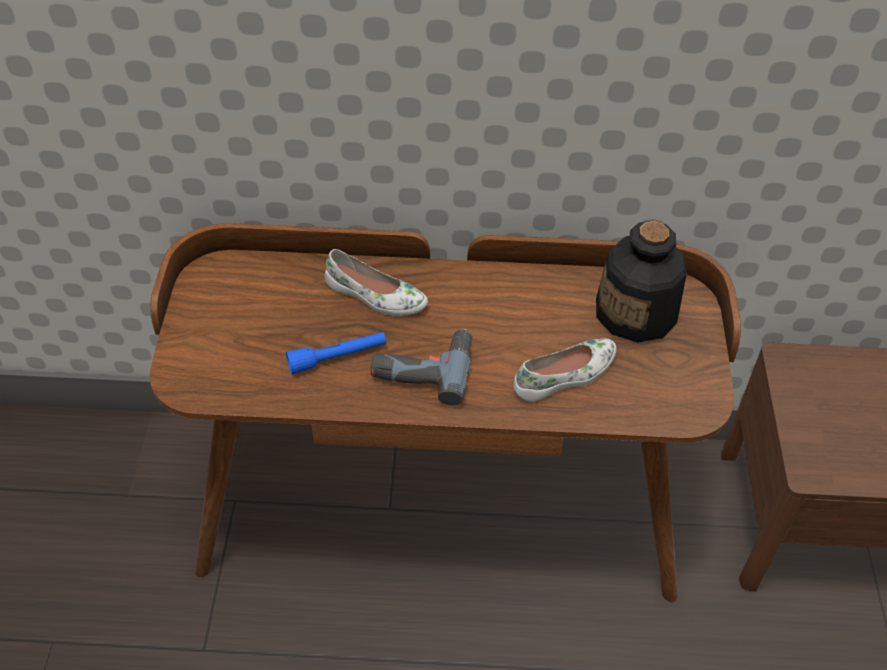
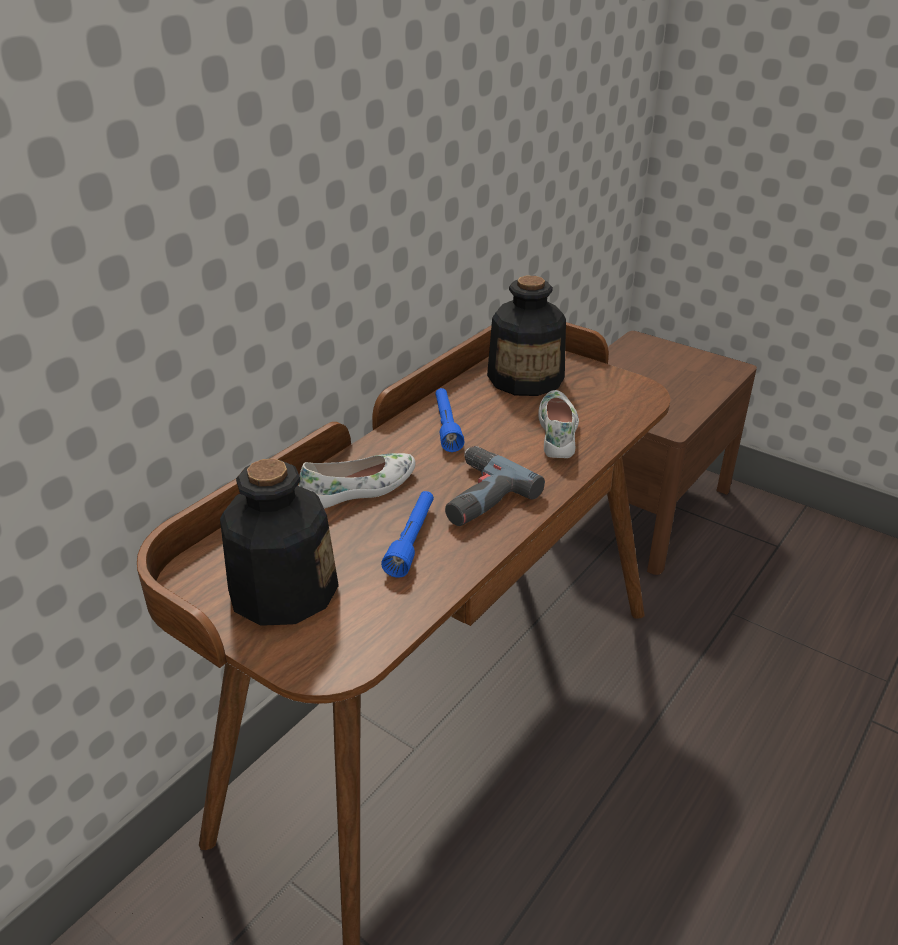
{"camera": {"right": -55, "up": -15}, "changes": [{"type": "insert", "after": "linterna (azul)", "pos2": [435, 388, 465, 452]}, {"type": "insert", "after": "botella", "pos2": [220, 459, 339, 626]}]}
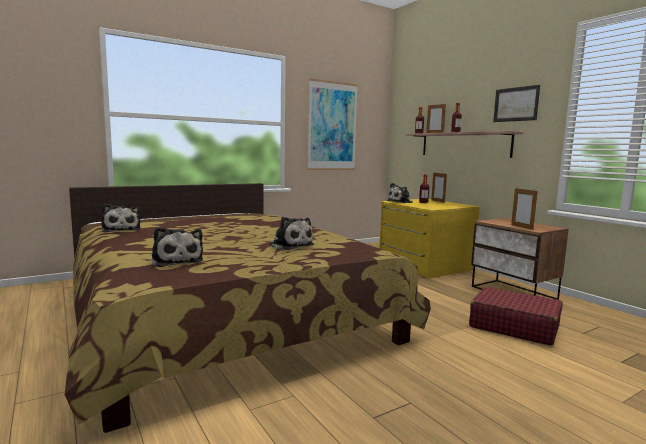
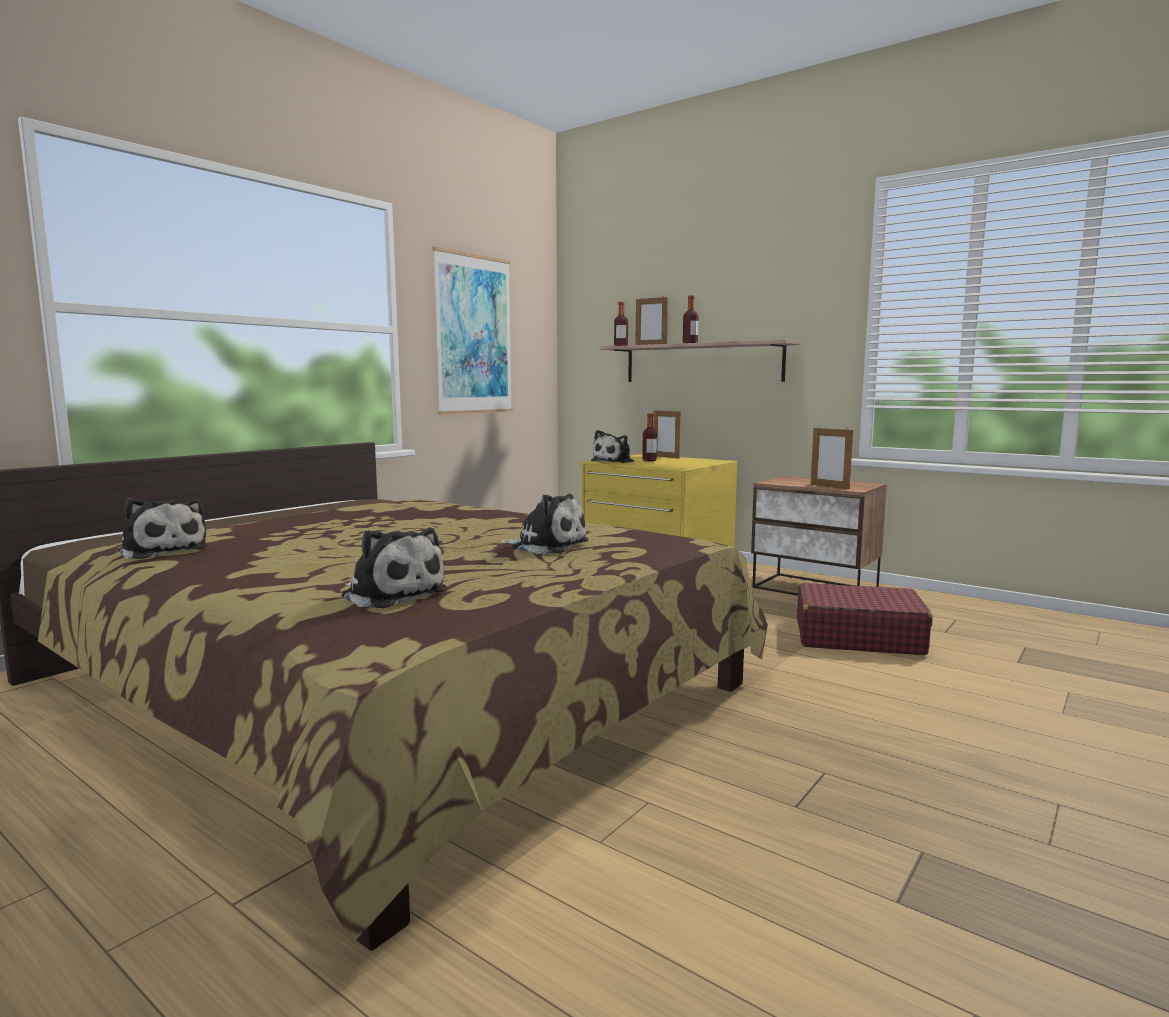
{"camera": {"right": -20, "up": 0}, "changes": [{"type": "delete", "before": "cuadro", "pos1": [493, 85, 540, 122]}]}
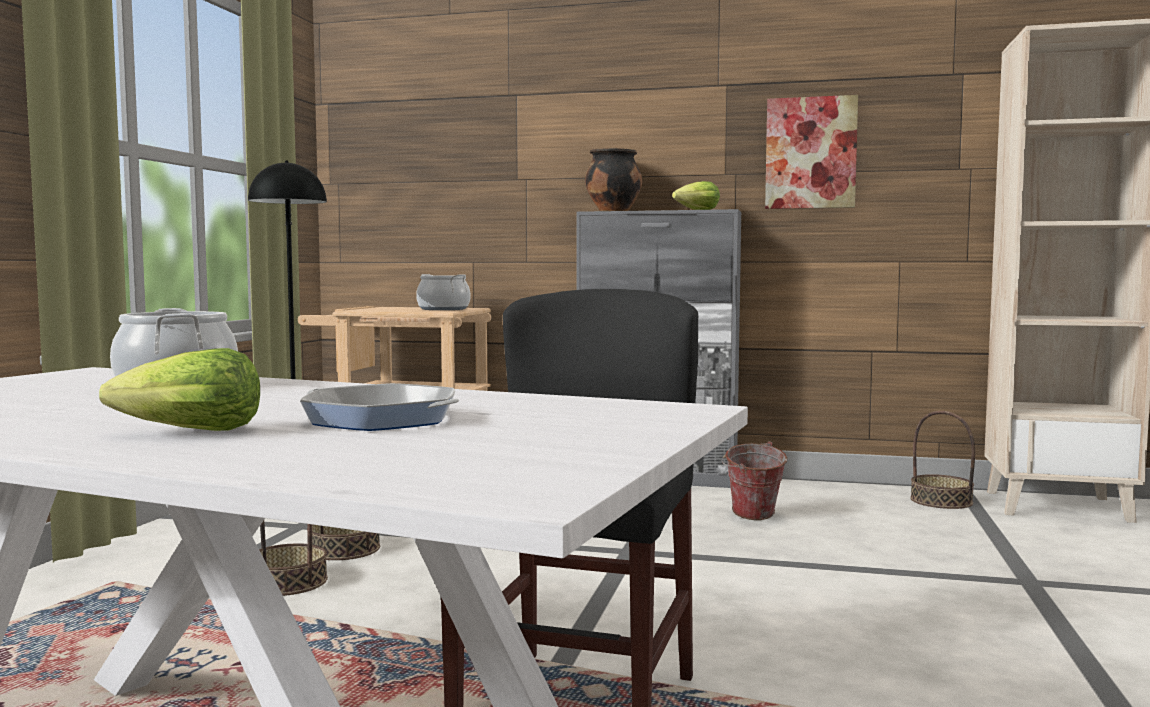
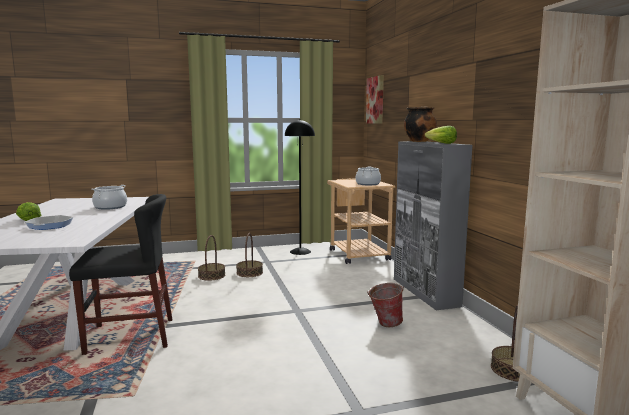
{"camera": {"right": 60, "up": 5}, "changes": [{"type": "move", "before": "cuadro", "pos1": [765, 95, 858, 209], "pos2": [366, 75, 384, 123]}]}
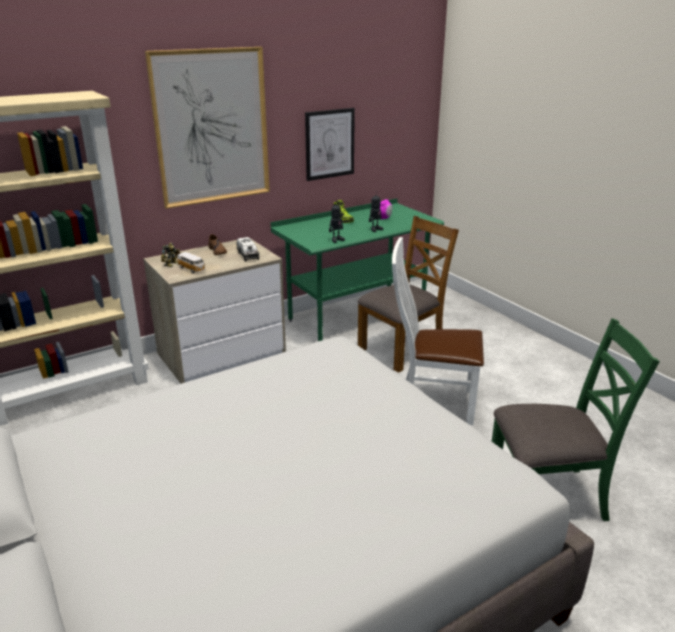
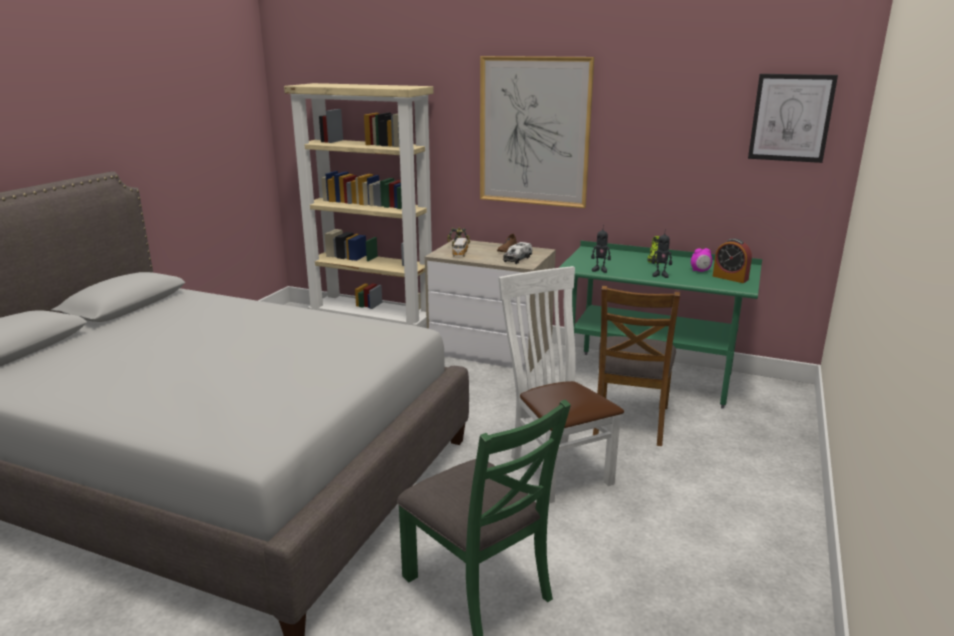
{"camera": {"right": 55, "up": -5}, "changes": [{"type": "move", "before": "cuadro", "pos1": [305, 108, 355, 181], "pos2": [748, 74, 838, 163]}, {"type": "rotate", "before": "silla (marrón)", "pos1": [358, 216, 459, 373], "pos2": [593, 286, 680, 446], "turn": 90}, {"type": "insert", "after": "despertador", "pos2": [713, 238, 752, 283]}]}
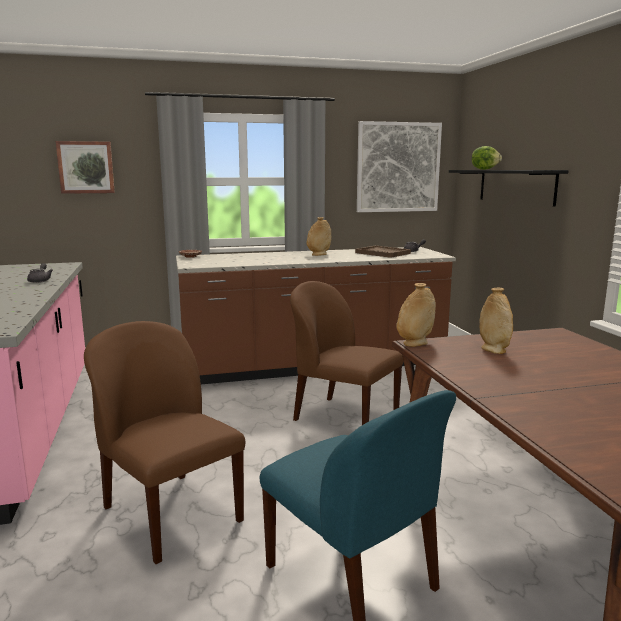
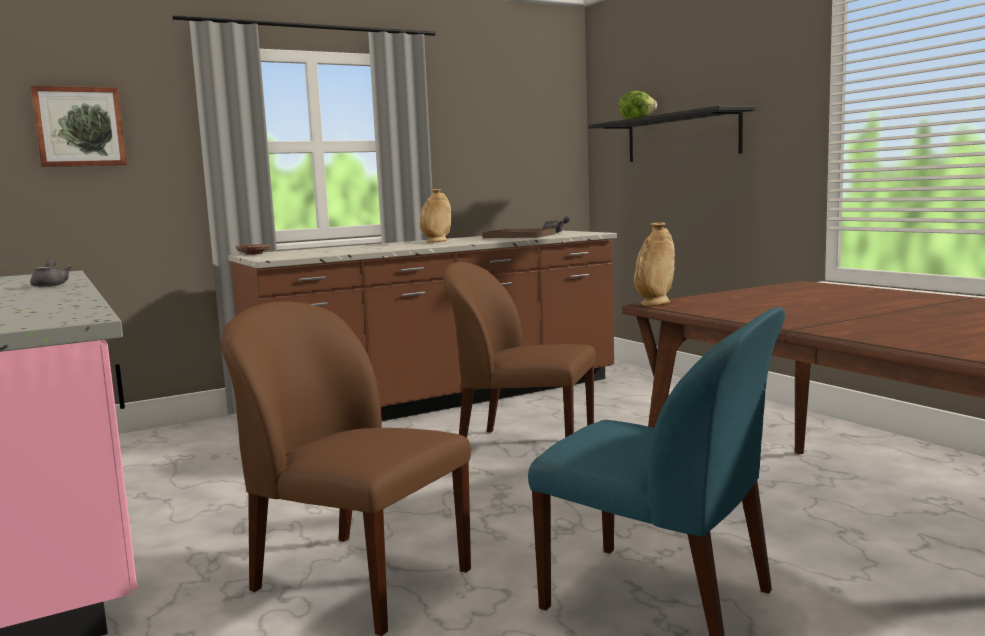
{"camera": {"right": -15, "up": -5}, "changes": [{"type": "delete", "before": "cuadro", "pos1": [357, 121, 442, 212]}, {"type": "delete", "before": "florero (beis)", "pos1": [480, 288, 513, 354]}]}
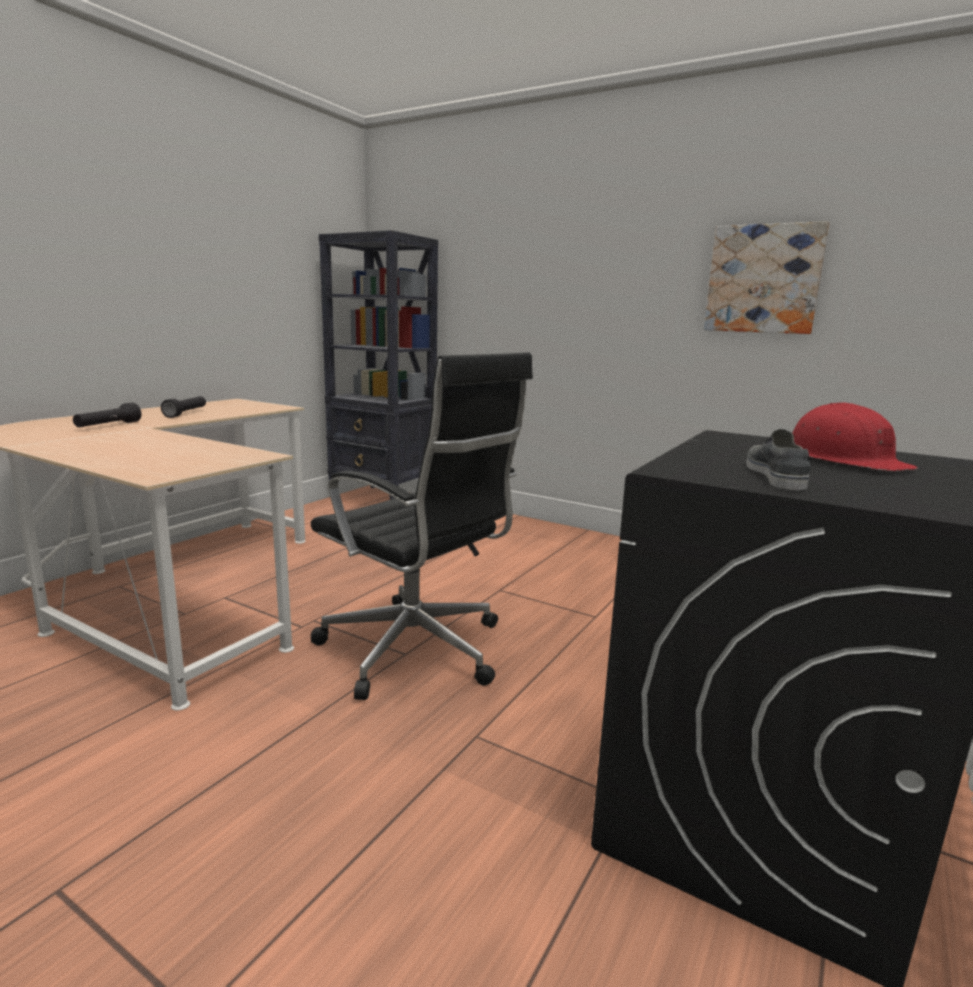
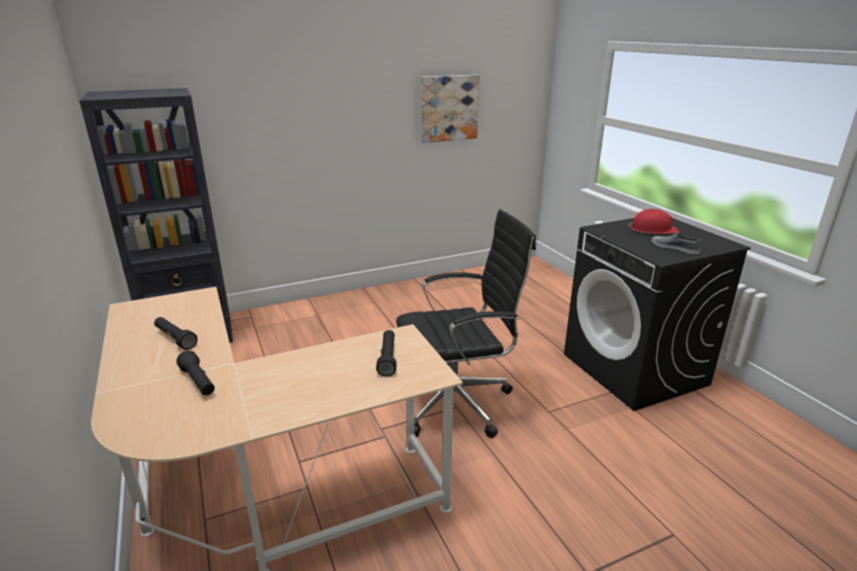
{"camera": {"right": -55, "up": 10}, "changes": [{"type": "insert", "after": "linterna (negro)", "pos2": [376, 330, 397, 377]}]}
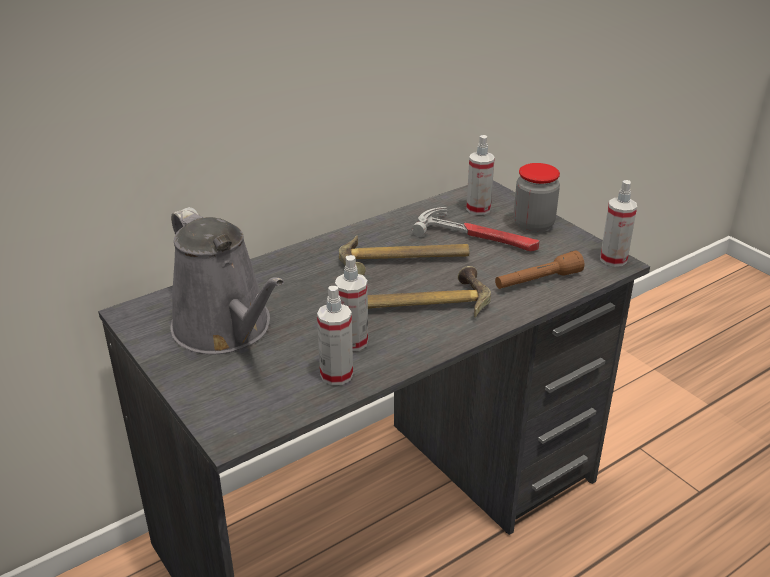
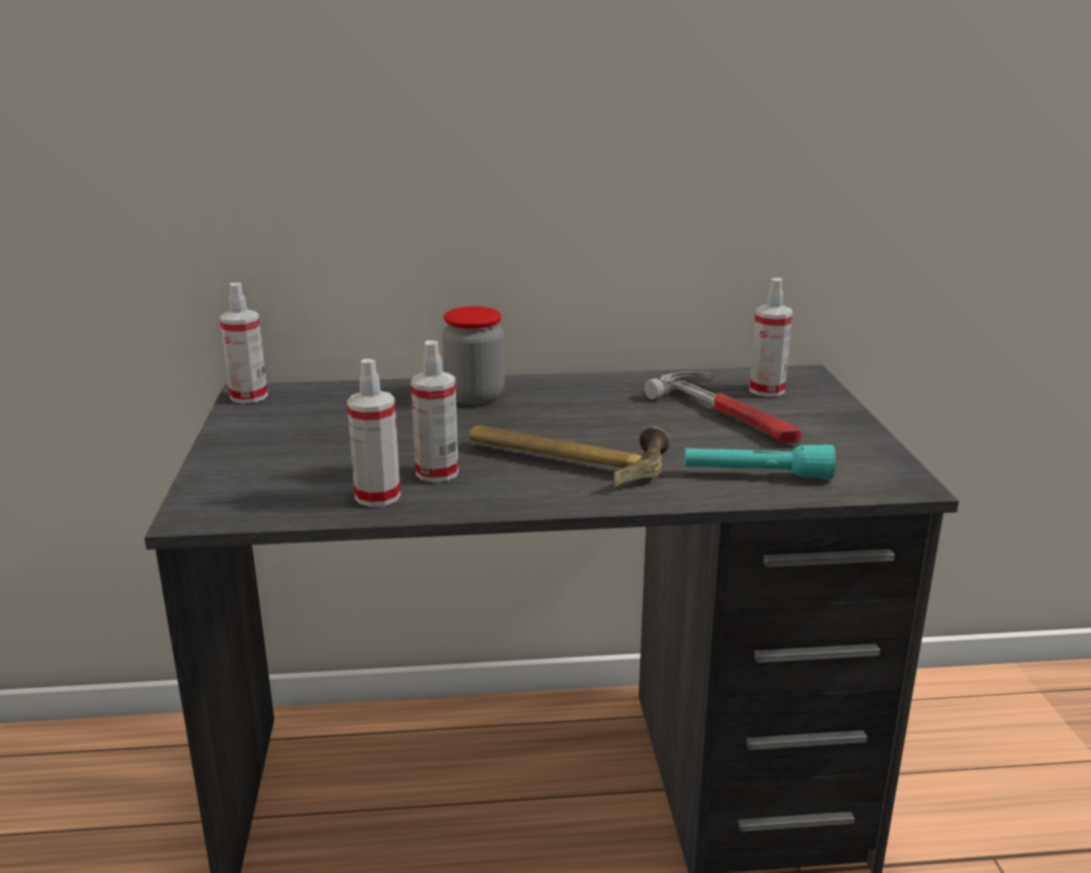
{"camera": {"right": 30, "up": -10}, "changes": [{"type": "move", "before": "tarro", "pos1": [514, 163, 560, 233], "pos2": [442, 306, 505, 405]}, {"type": "move", "before": "pulverizador", "pos1": [600, 180, 637, 267], "pos2": [220, 282, 268, 404]}, {"type": "delete", "before": "regadera (gris)", "pos1": [170, 207, 284, 355]}, {"type": "delete", "before": "martillo", "pos1": [339, 236, 469, 276]}, {"type": "recolor", "before": "linterna (marrón)", "after": "linterna (turquesa)", "pos1": [495, 251, 584, 289], "pos2": [684, 445, 836, 479]}]}
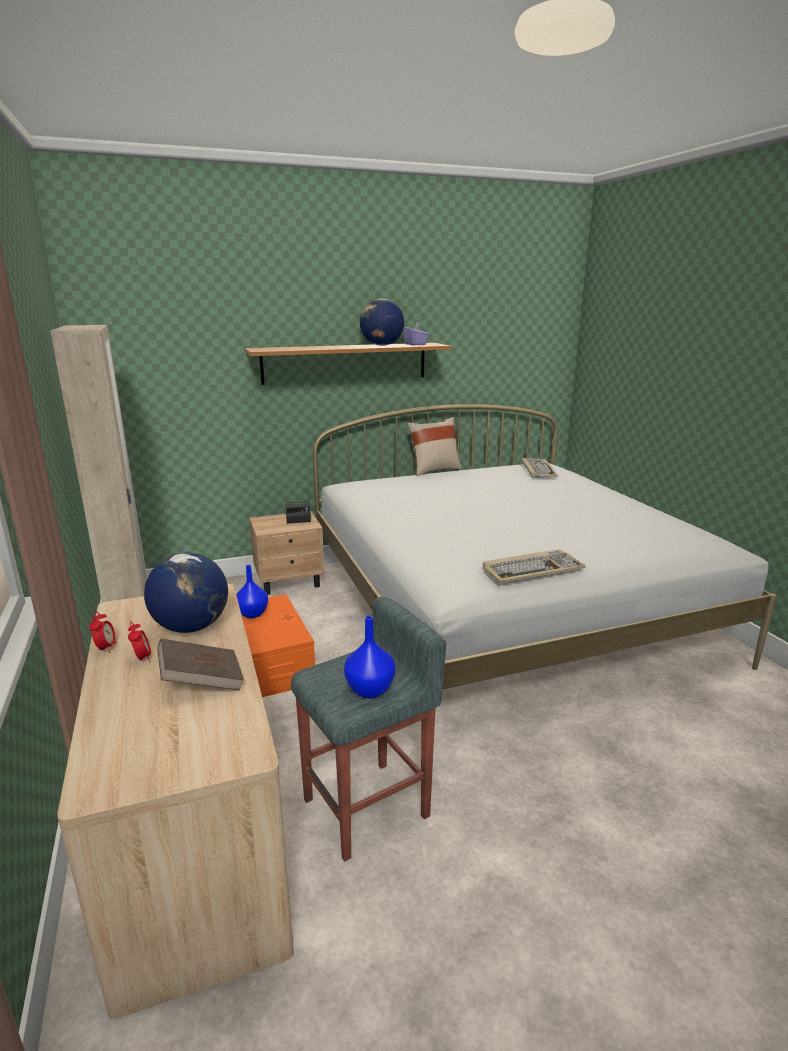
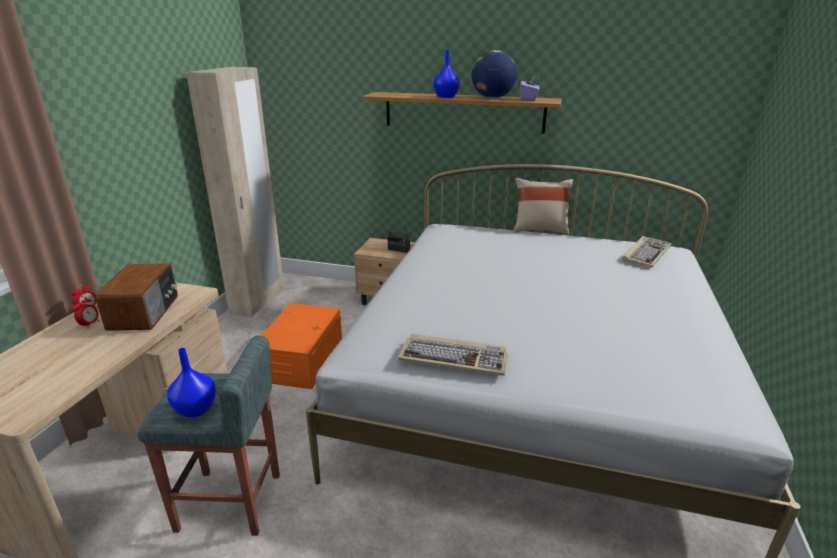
{"camera": {"right": 35, "up": 5}, "changes": [{"type": "replace", "before": "globo terráqueo", "after": "radio", "pos1": [144, 553, 228, 633], "pos2": [95, 263, 178, 331]}, {"type": "move", "before": "florero (azul)", "pos1": [236, 565, 268, 618], "pos2": [433, 50, 460, 98]}, {"type": "delete", "before": "libro (marrón)", "pos1": [157, 638, 244, 690]}]}
